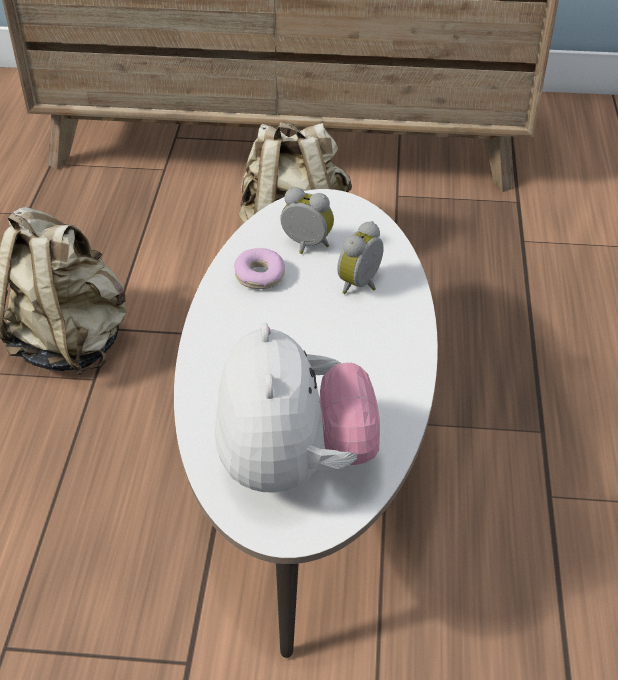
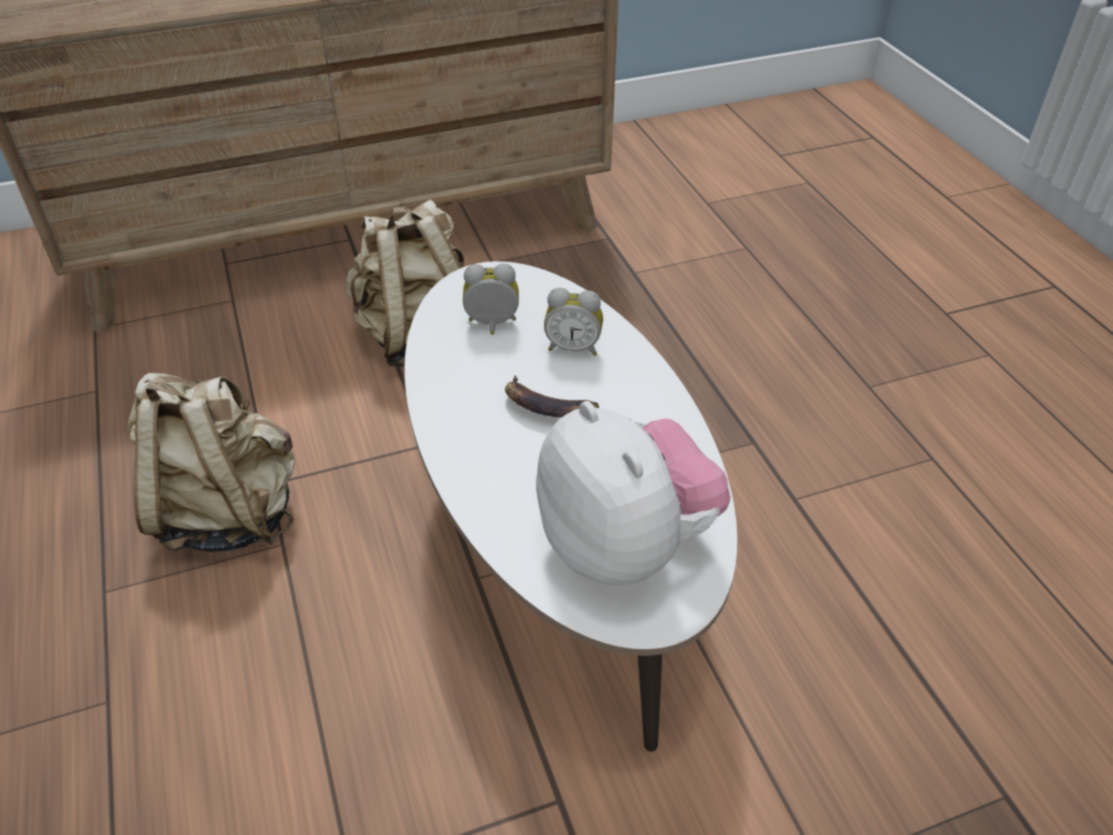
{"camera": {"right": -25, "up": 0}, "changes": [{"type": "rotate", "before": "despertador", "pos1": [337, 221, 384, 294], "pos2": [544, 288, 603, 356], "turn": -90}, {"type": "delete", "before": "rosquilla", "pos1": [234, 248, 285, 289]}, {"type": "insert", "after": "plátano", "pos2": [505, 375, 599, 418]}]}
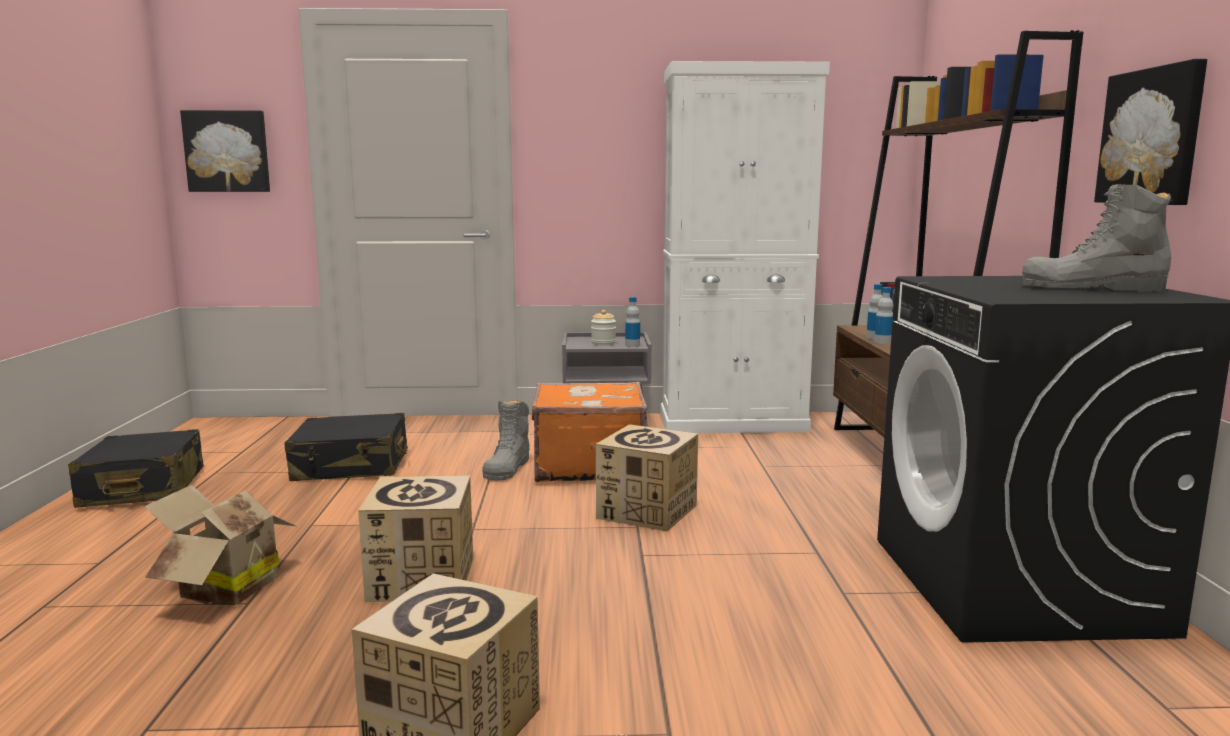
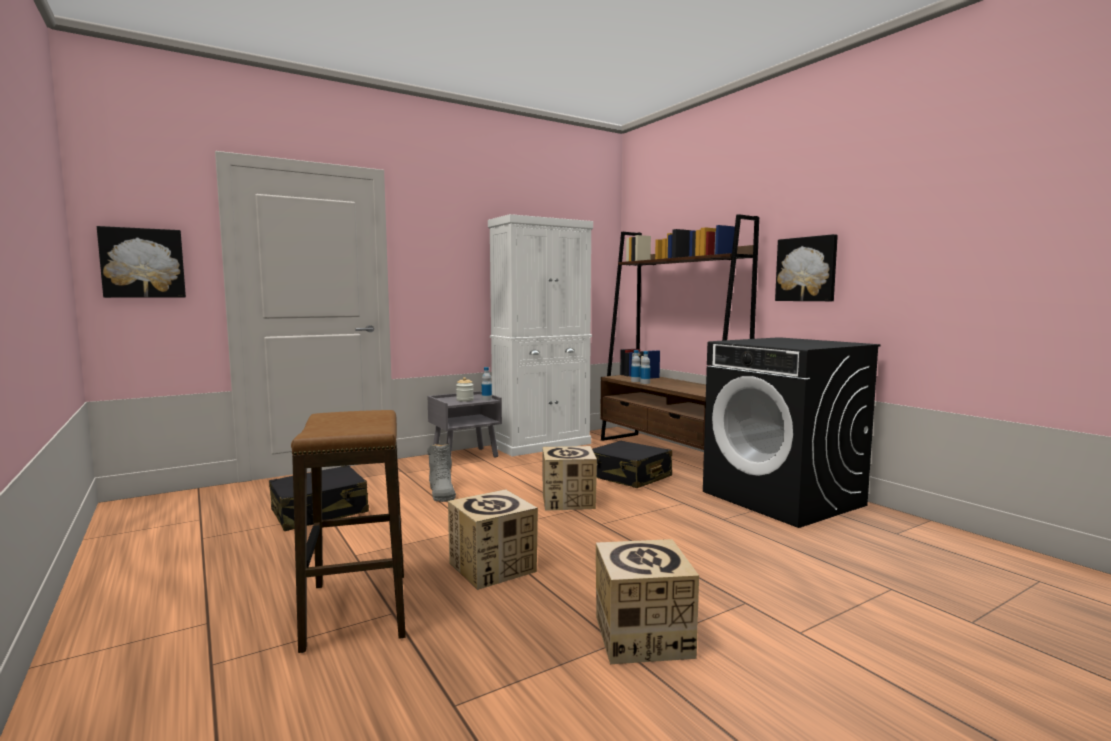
{"camera": {"right": -30, "up": -5}, "changes": [{"type": "delete", "before": "bota (gris)", "pos1": [1022, 184, 1172, 292]}, {"type": "delete", "before": "maleta (naranja)", "pos1": [532, 382, 647, 482]}, {"type": "move", "before": "maleta (negro)", "pos1": [68, 429, 204, 508], "pos2": [592, 441, 672, 488]}, {"type": "replace", "before": "caja de cartón", "after": "taburete", "pos1": [144, 485, 295, 606], "pos2": [291, 410, 406, 653]}]}
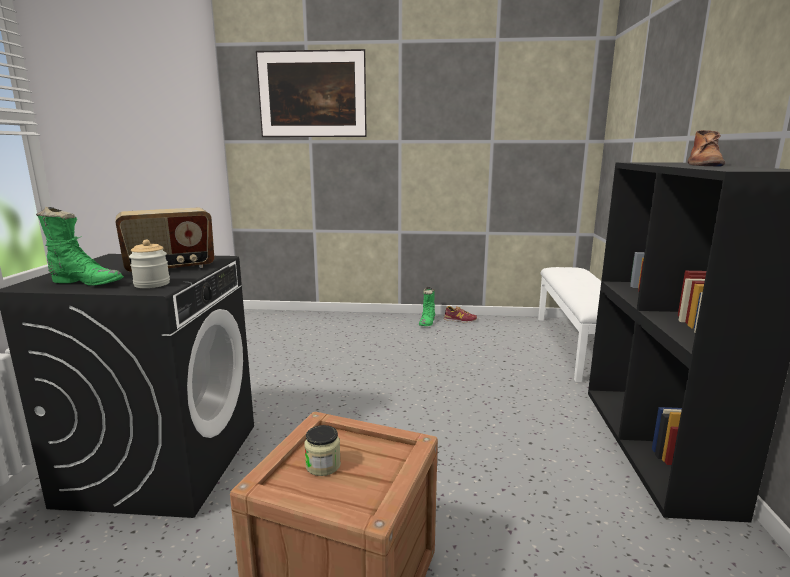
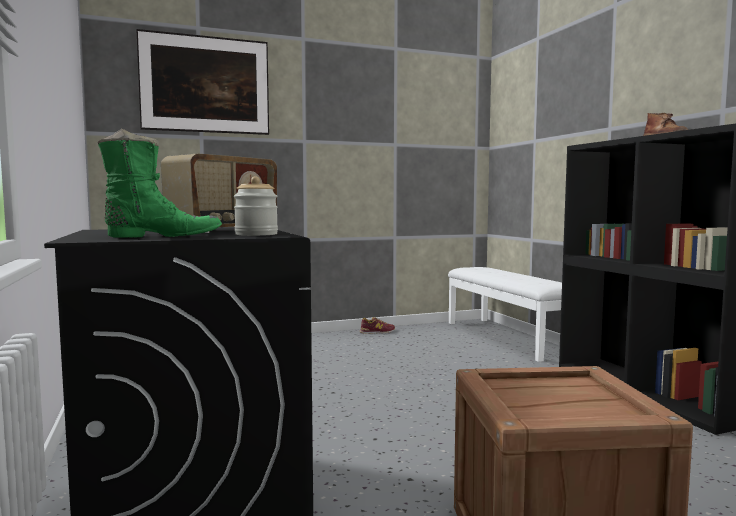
{"camera": {"right": -25, "up": -10}, "changes": [{"type": "delete", "before": "bota (verde)", "pos1": [419, 287, 435, 326]}, {"type": "delete", "before": "tarro", "pos1": [304, 425, 341, 476]}]}
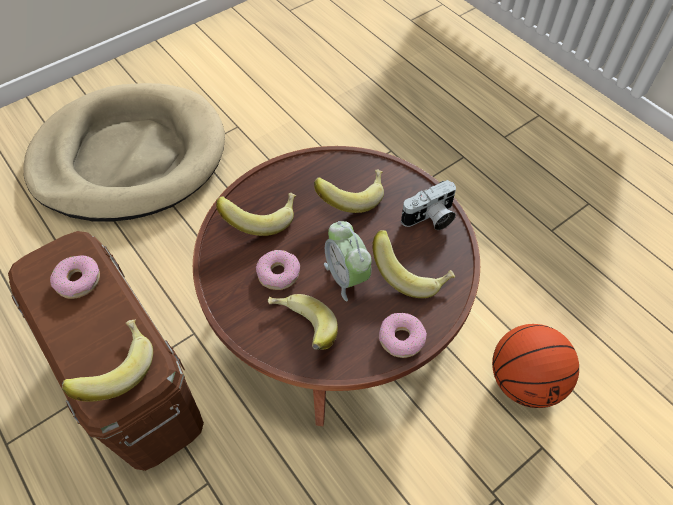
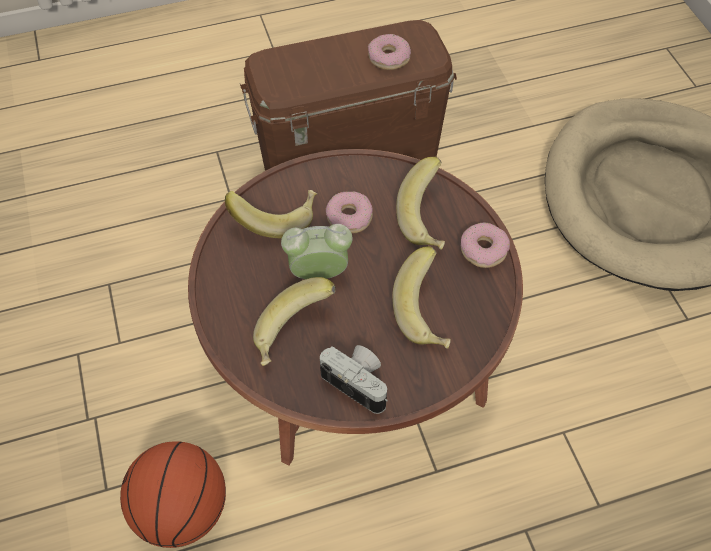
{"camera": {"right": 110, "up": 0}, "changes": [{"type": "rotate", "before": "cámara", "pos1": [401, 180, 456, 230], "pos2": [320, 345, 388, 414], "turn": 135}, {"type": "move", "before": "rosquilla", "pos1": [379, 313, 427, 358], "pos2": [461, 223, 510, 268]}, {"type": "delete", "before": "plátano", "pos1": [62, 319, 153, 401]}]}
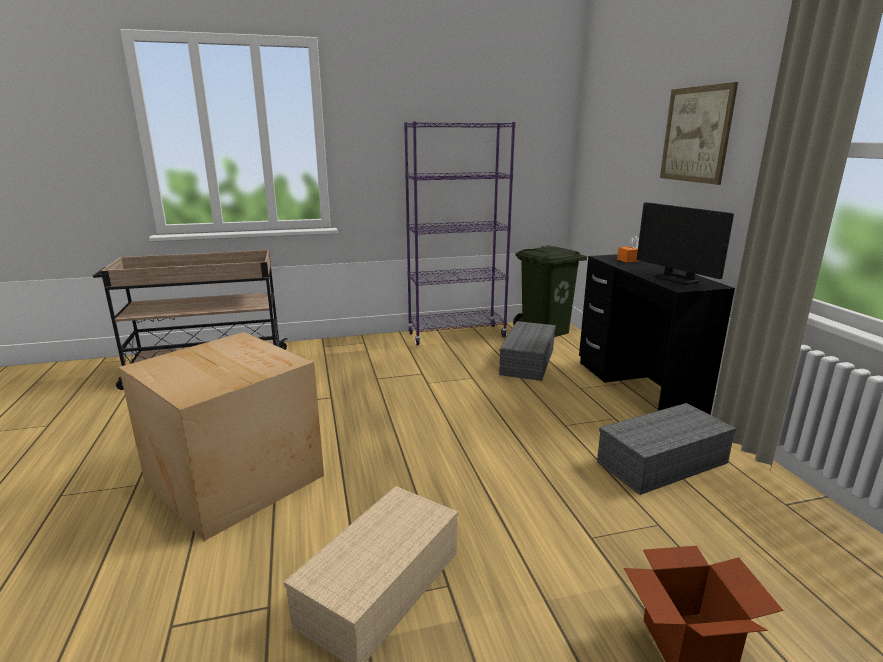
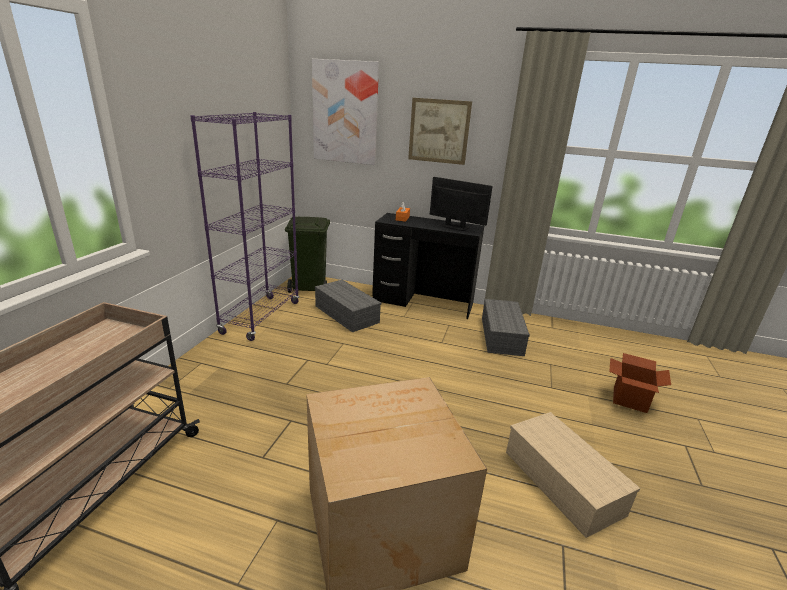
{"camera": {"right": -60, "up": 5}, "changes": [{"type": "rotate", "before": "monitor", "pos1": [637, 202, 734, 285], "pos2": [430, 177, 493, 231], "turn": -150}, {"type": "insert", "after": "cuadro", "pos2": [312, 59, 379, 165]}]}
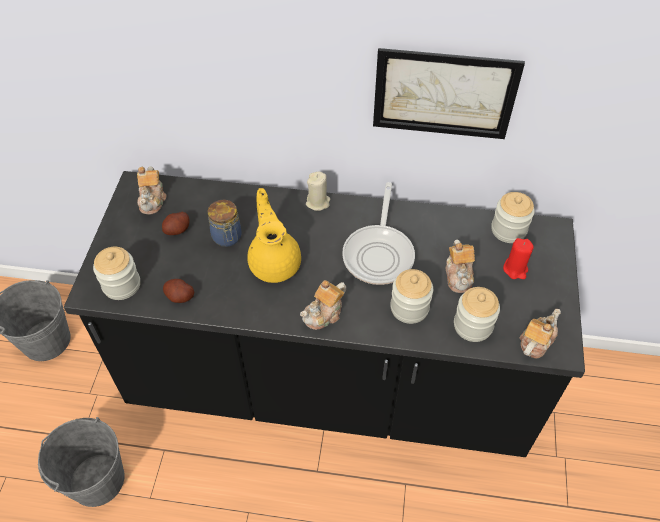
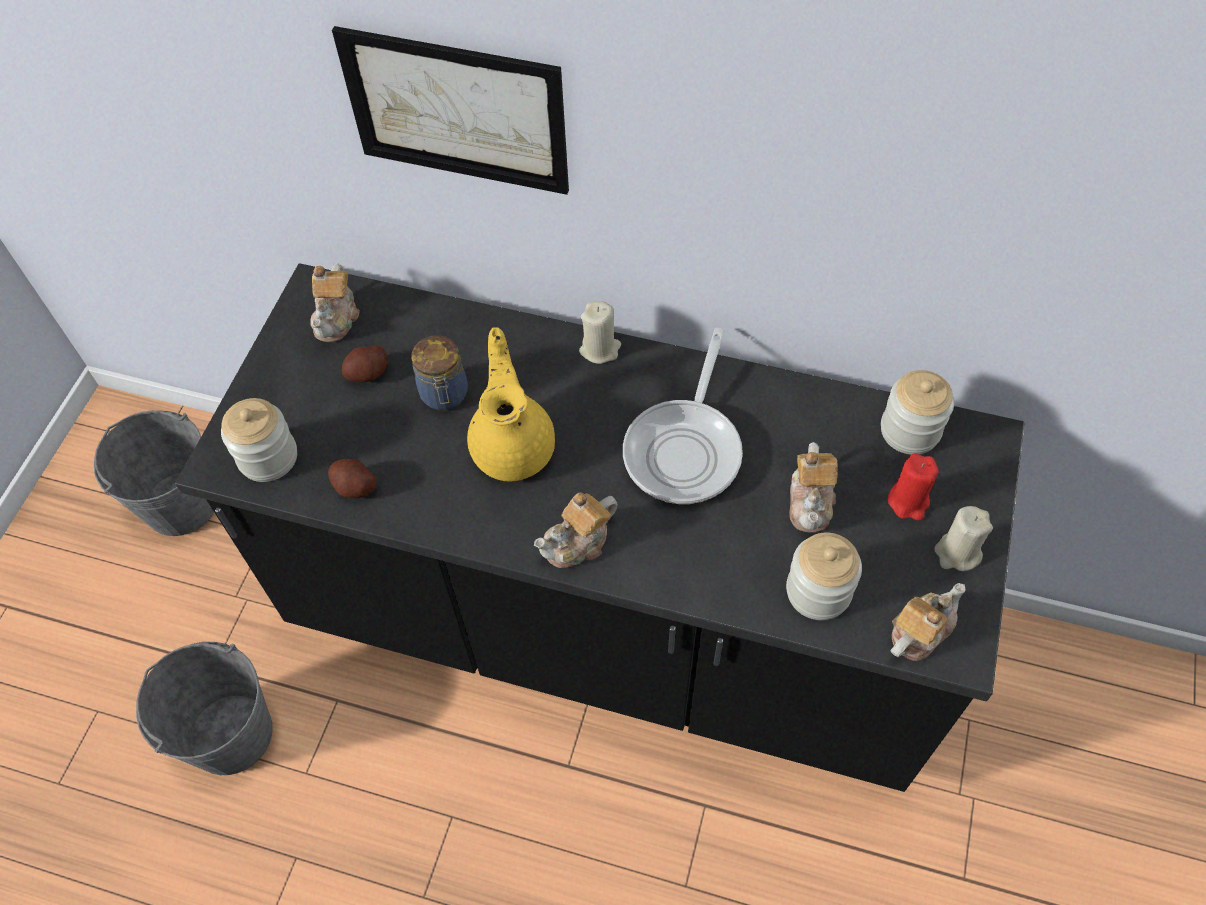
{"camera": {"right": 10, "up": 5}, "changes": [{"type": "move", "before": "cuadro", "pos1": [373, 48, 525, 139], "pos2": [332, 26, 569, 195]}, {"type": "delete", "before": "tarro", "pos1": [390, 269, 433, 324]}, {"type": "insert", "after": "vela (beis)", "pos2": [934, 506, 993, 571]}]}
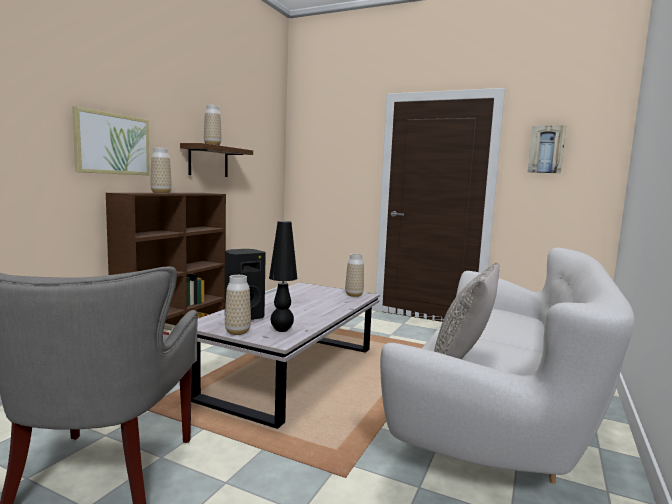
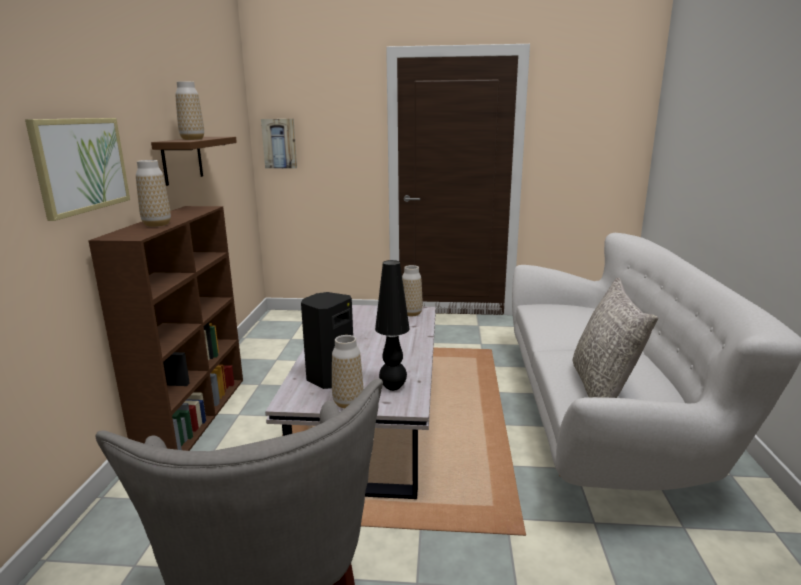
{"camera": {"right": -20, "up": 10}, "changes": [{"type": "move", "before": "cuadro", "pos1": [528, 125, 566, 173], "pos2": [261, 119, 297, 168]}]}
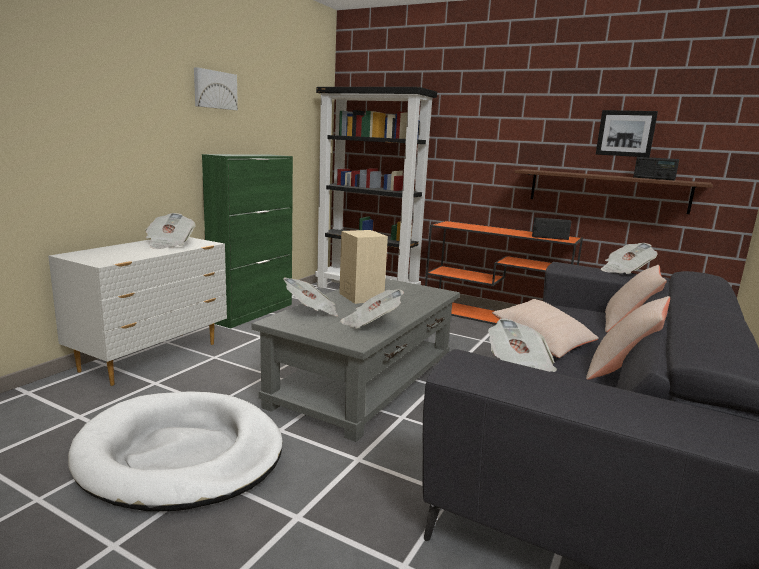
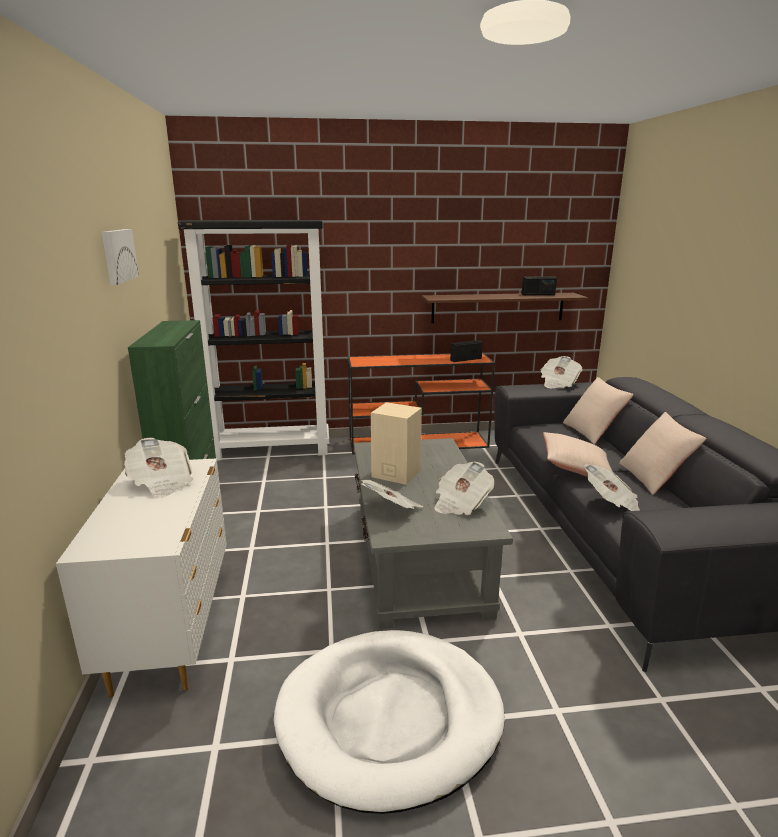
{"camera": {"right": -35, "up": 5}, "changes": [{"type": "delete", "before": "cuadro", "pos1": [596, 110, 658, 157]}]}
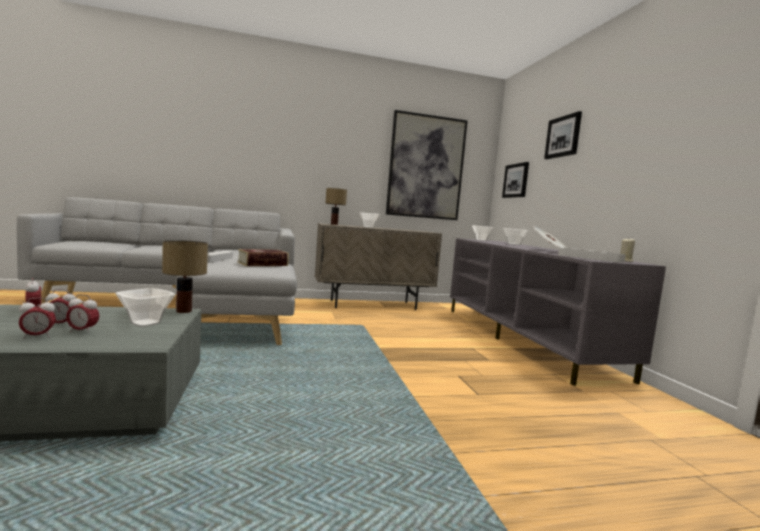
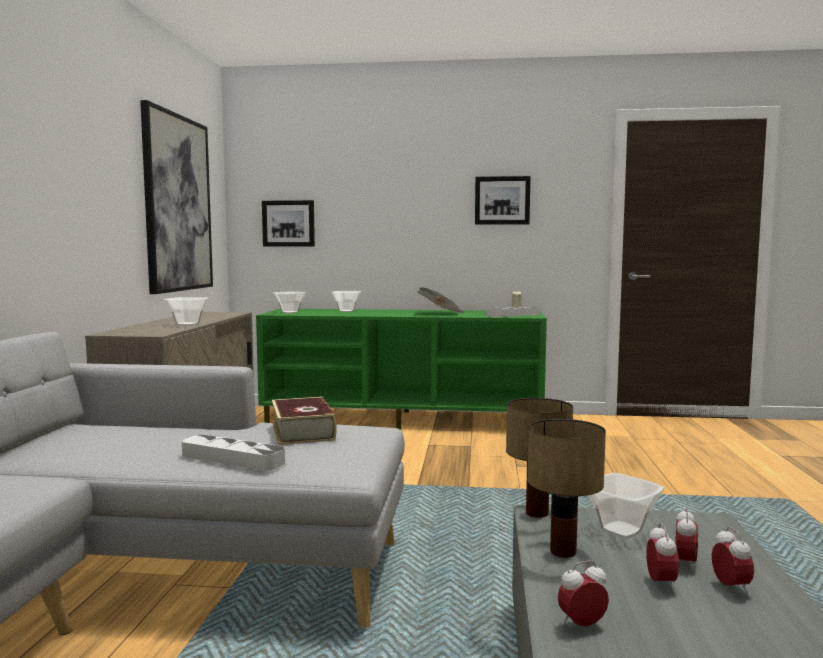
{"camera": {"right": -70, "up": 0}, "changes": [{"type": "move", "before": "cuadro", "pos1": [544, 111, 582, 159], "pos2": [475, 176, 531, 225]}, {"type": "move", "before": "lámpara de mesa", "pos1": [325, 188, 347, 225], "pos2": [528, 419, 606, 558]}, {"type": "recolor", "before": "mueble de televisión (gris)", "after": "mueble de televisión (verde)", "pos1": [450, 238, 666, 386], "pos2": [256, 309, 547, 430]}]}
